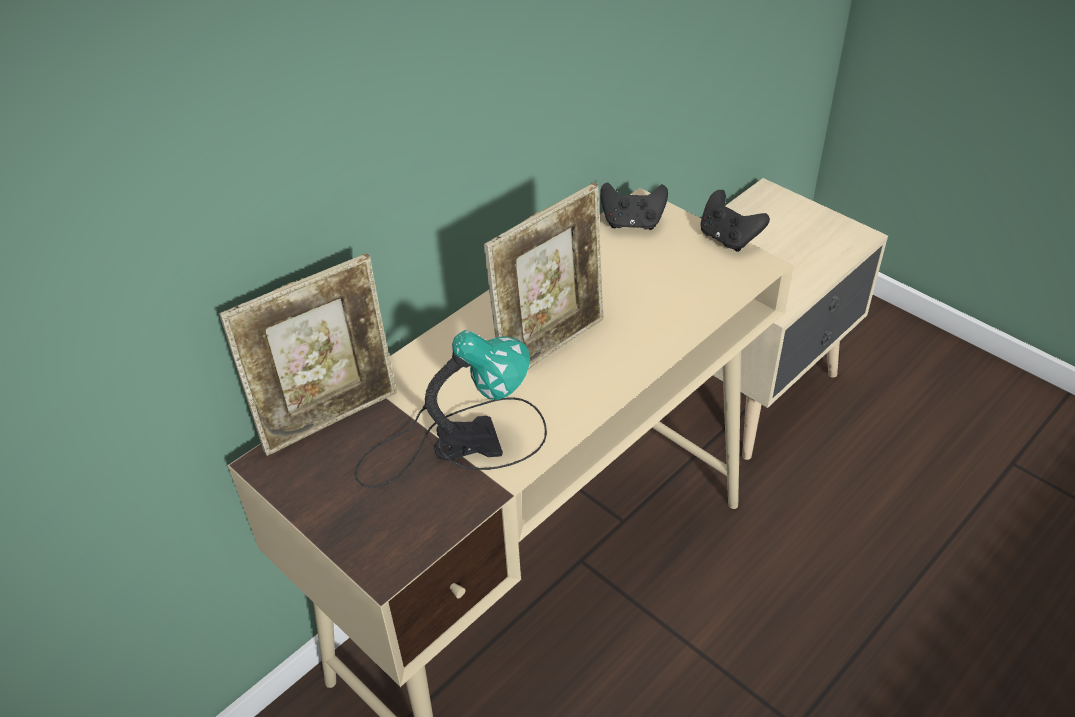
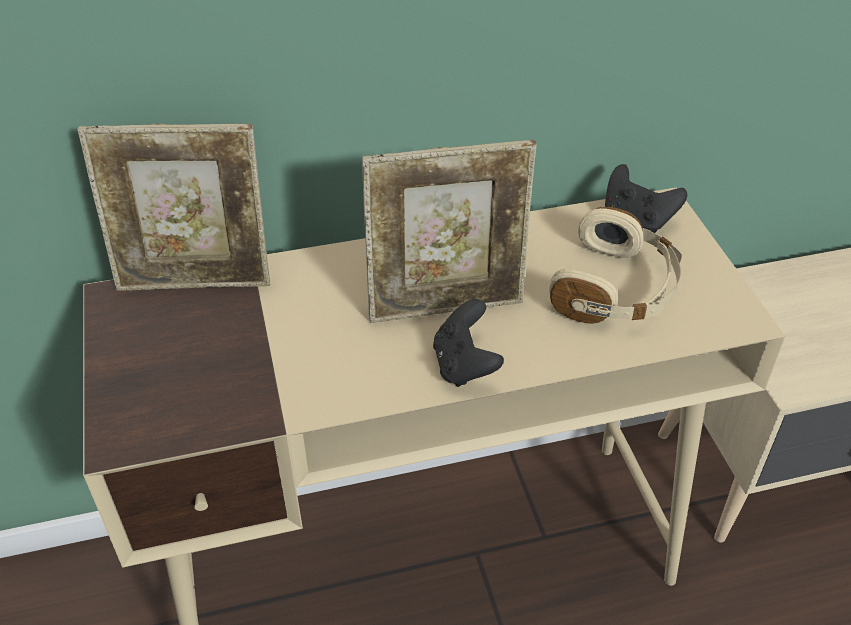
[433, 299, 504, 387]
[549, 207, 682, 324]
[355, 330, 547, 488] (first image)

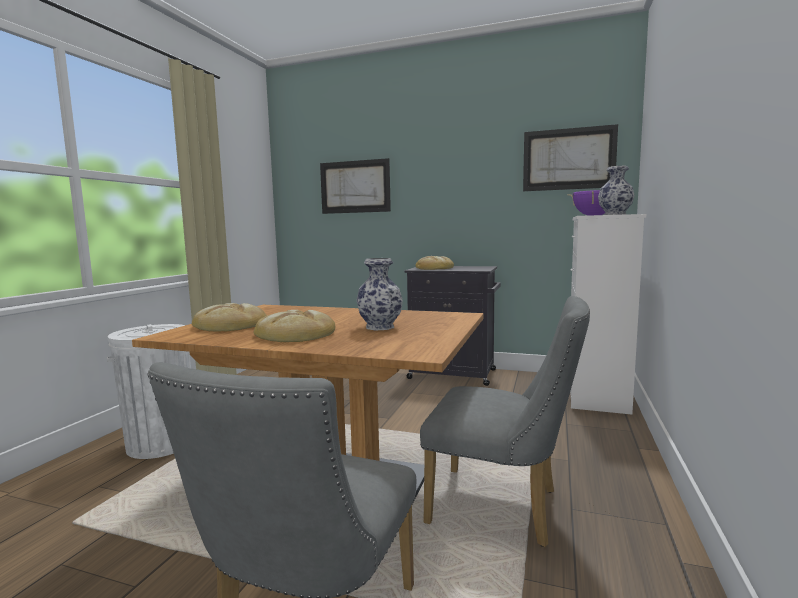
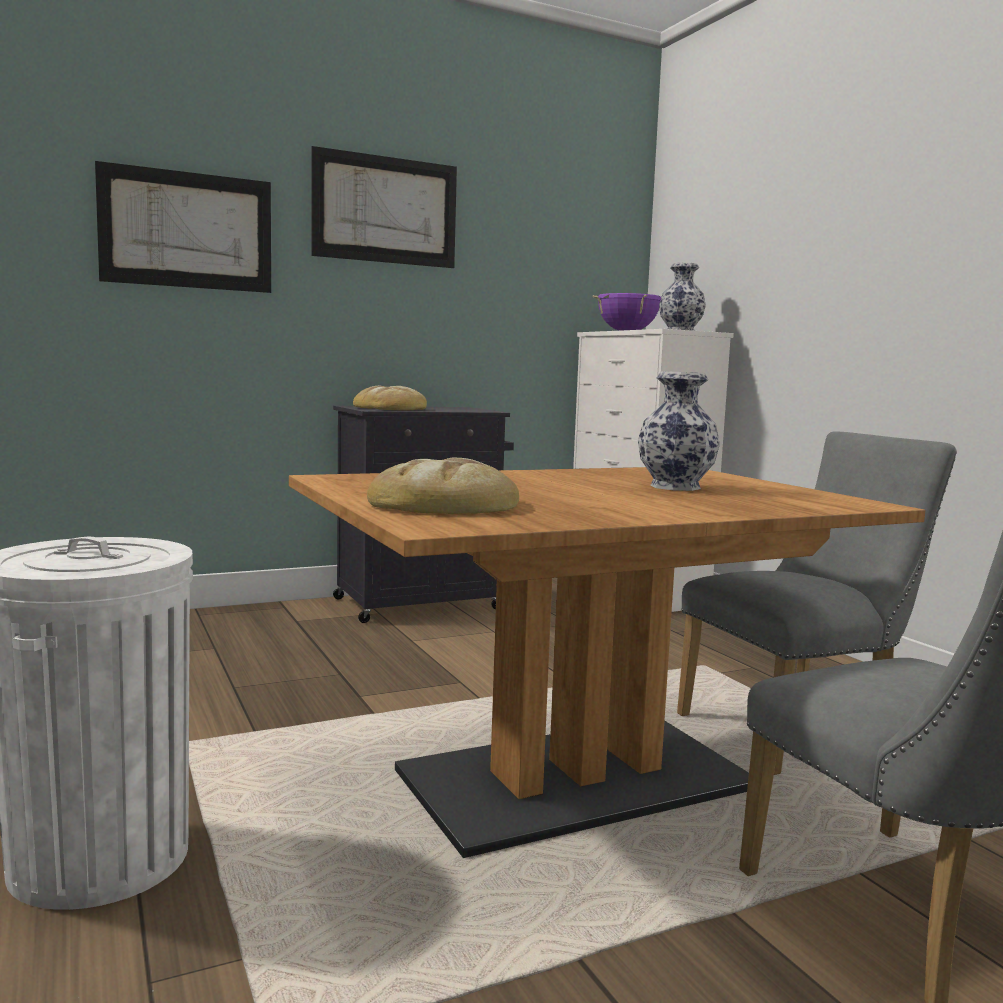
[311, 146, 457, 268]
[254, 310, 335, 342] (first image)

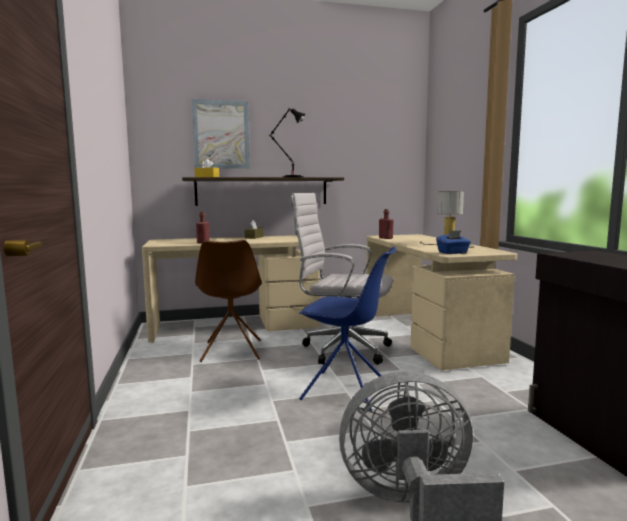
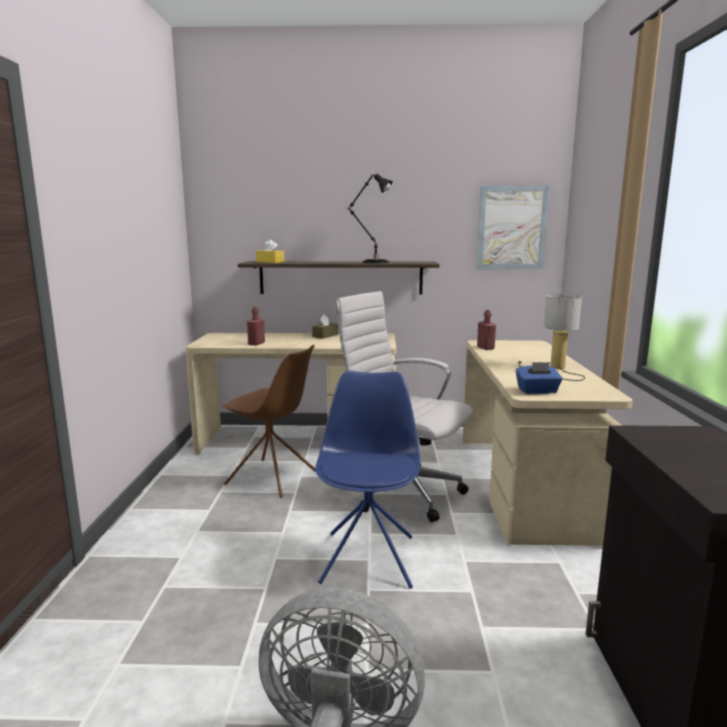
[222, 345, 315, 498]
[315, 371, 420, 589]
[476, 185, 550, 269]

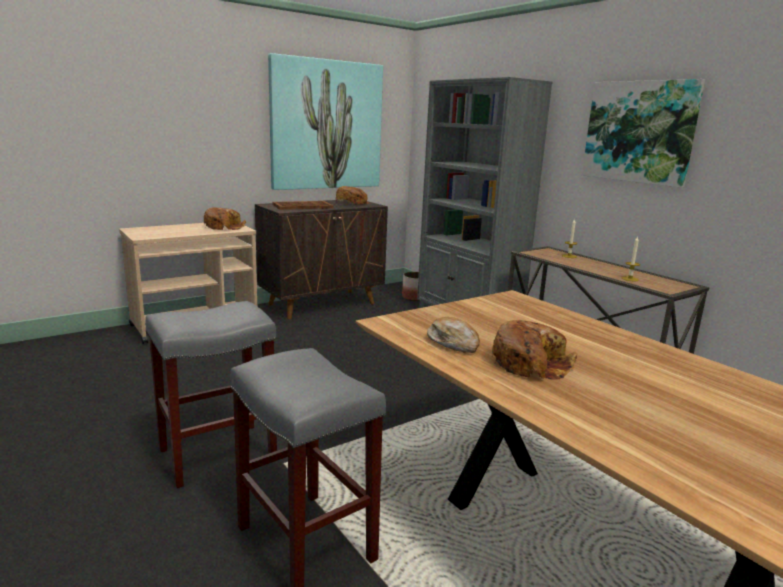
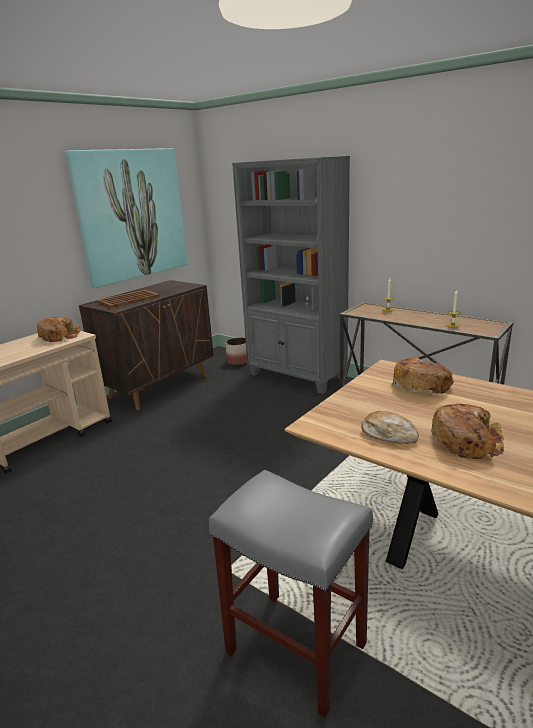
[391, 357, 454, 394]
[145, 301, 277, 488] (first image)
[582, 79, 705, 188] (first image)

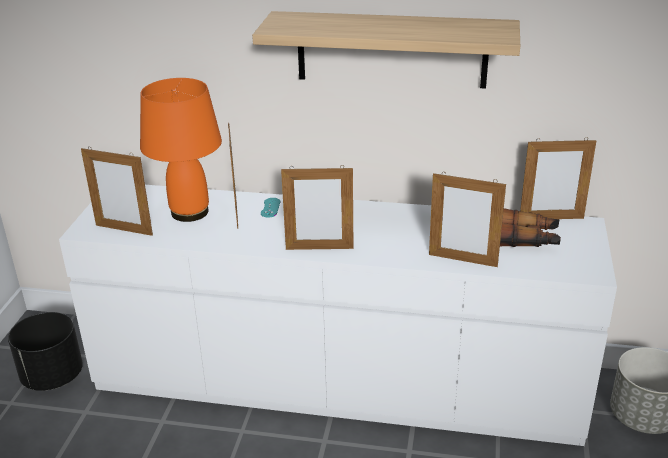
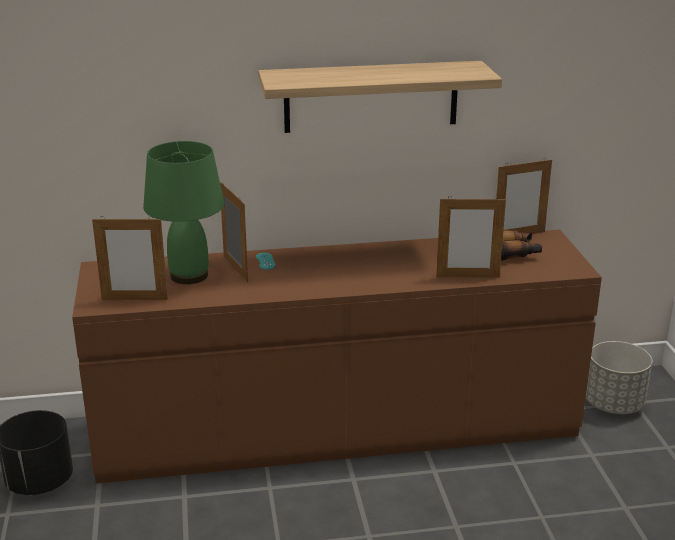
[72, 230, 602, 484]
[143, 141, 224, 284]
[281, 165, 354, 250] (first image)

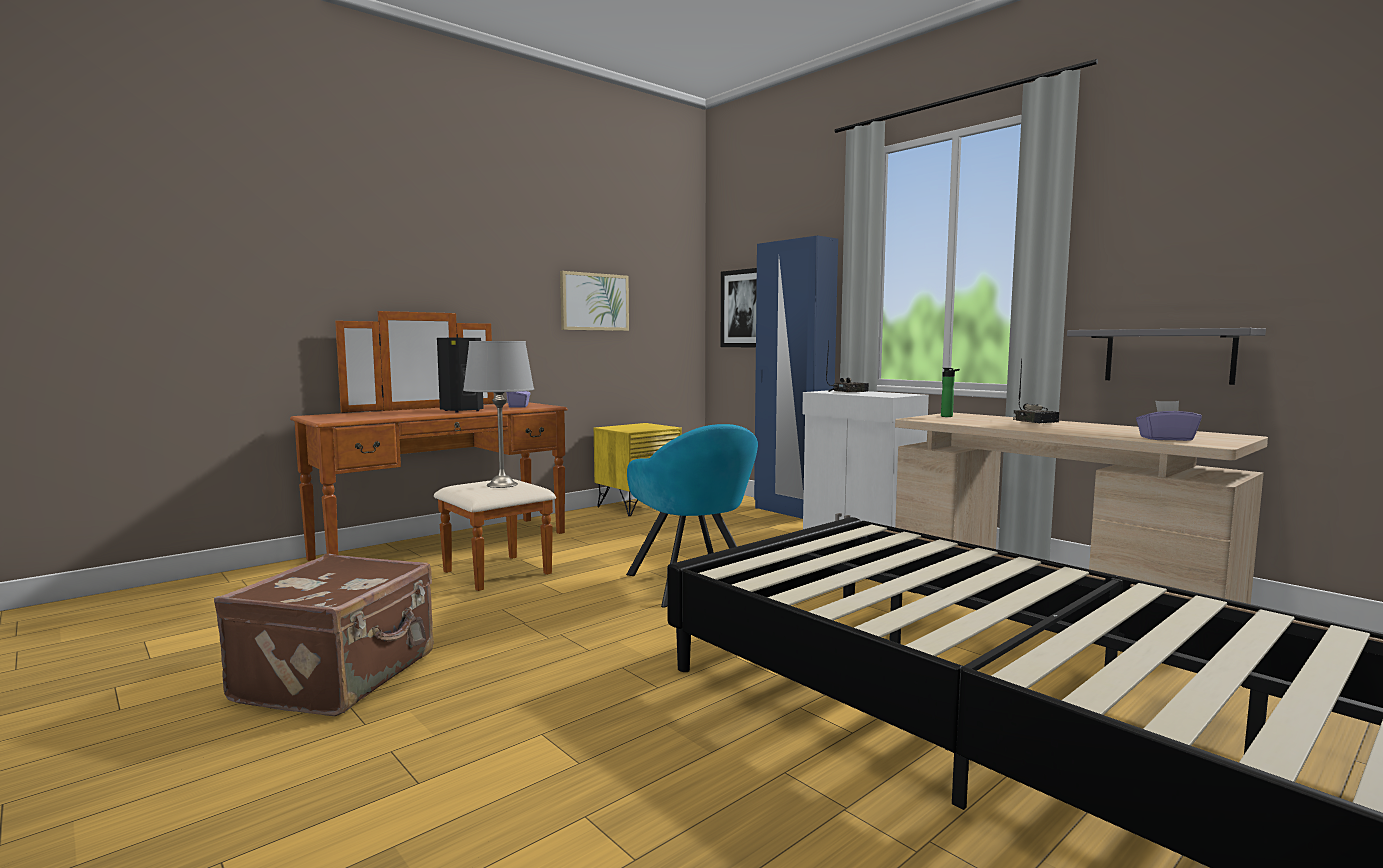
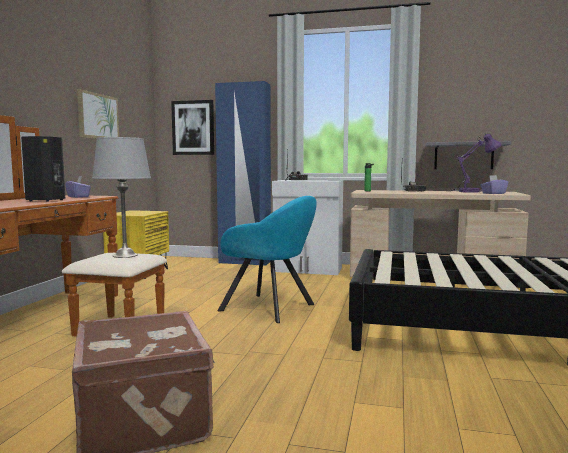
[449, 133, 501, 193]

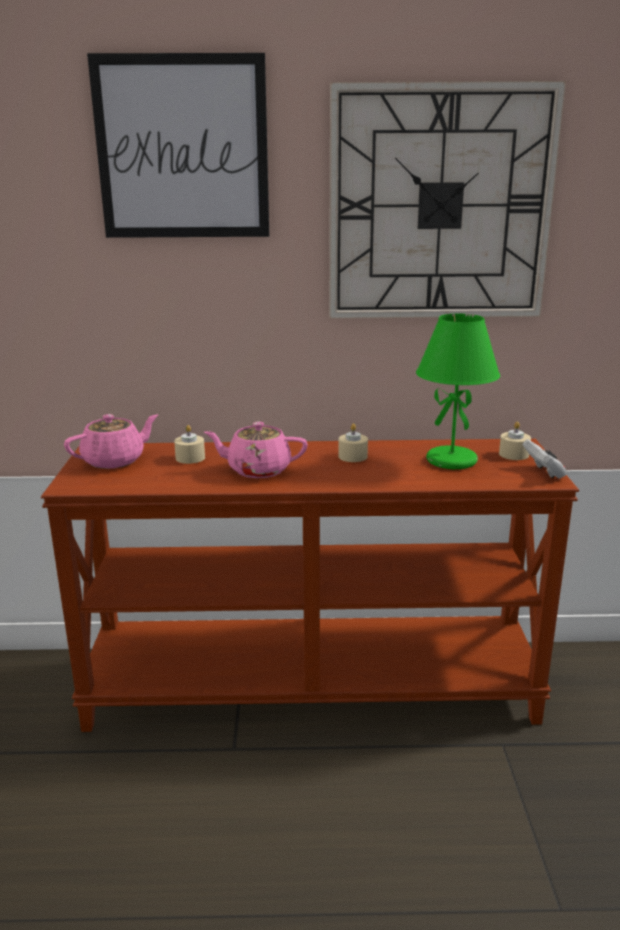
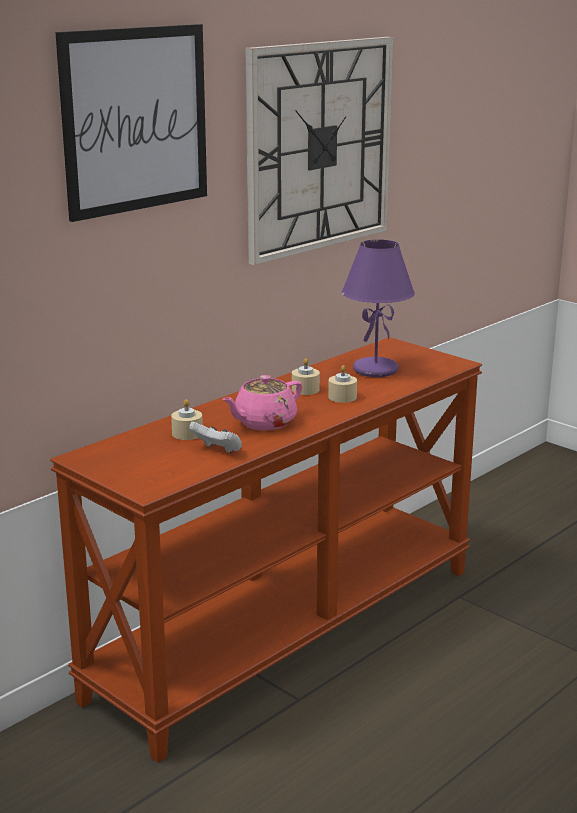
[189, 421, 242, 453]
[328, 365, 357, 403]
[342, 239, 415, 377]
[64, 414, 158, 469] (first image)

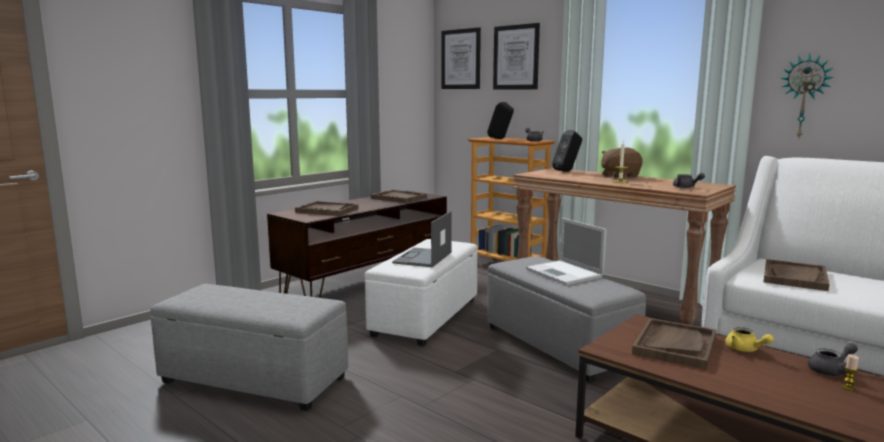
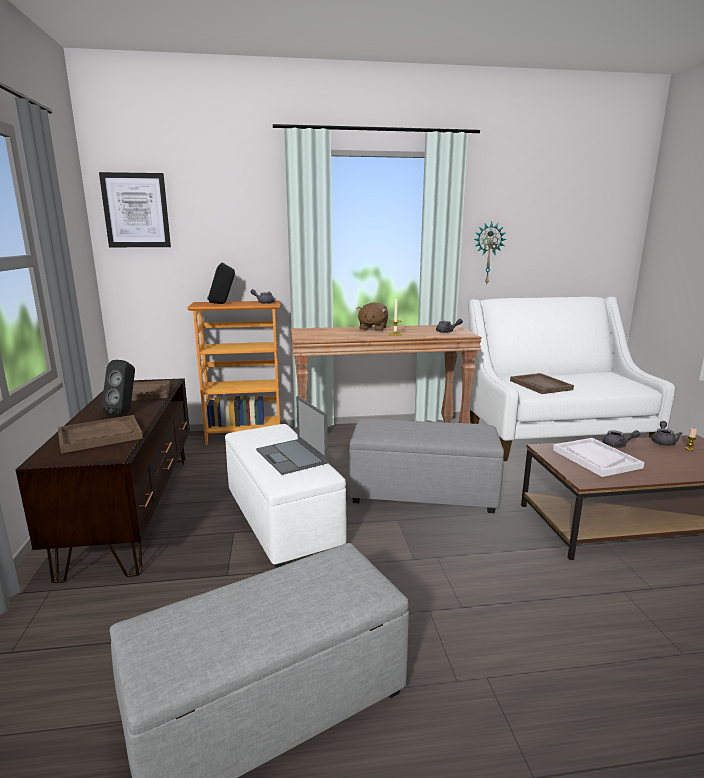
[102, 360, 135, 416]
[553, 438, 645, 477]
[602, 430, 640, 448]
[493, 23, 540, 90] (first image)
[526, 218, 607, 285] (first image)

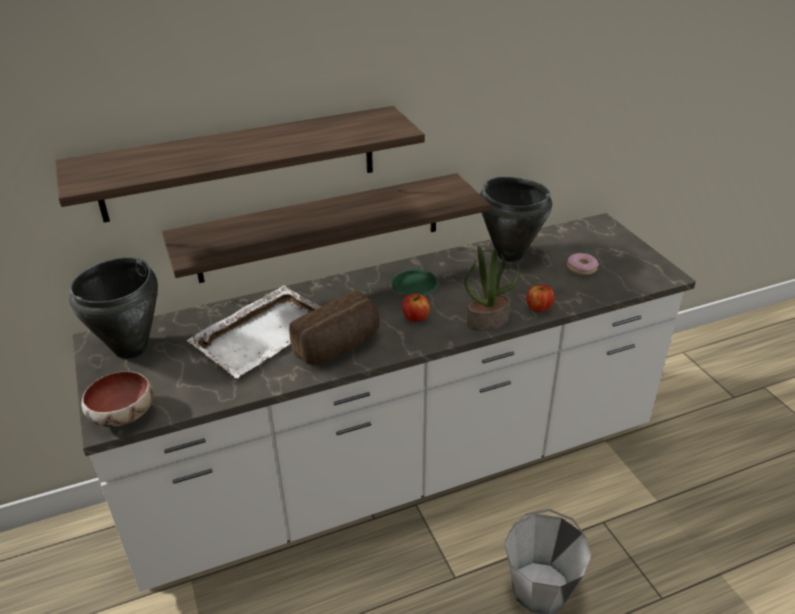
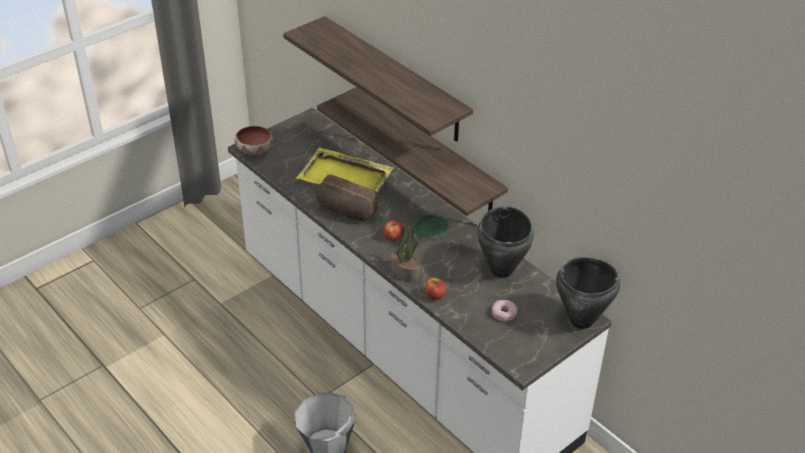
[296, 148, 394, 192]
[556, 257, 620, 329]

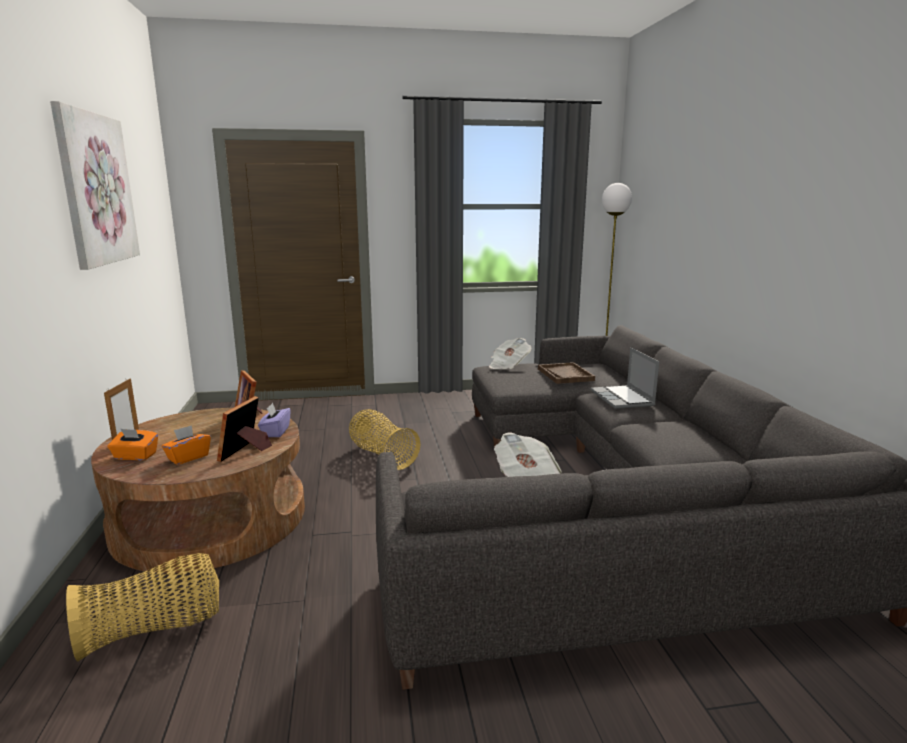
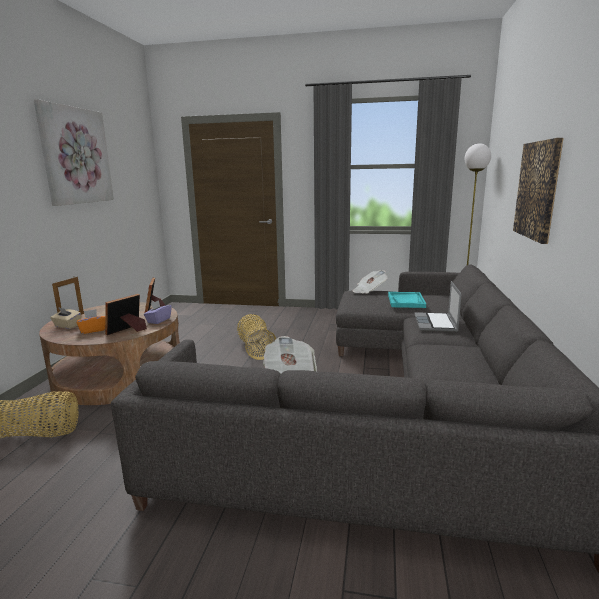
[50, 307, 81, 329]
[388, 292, 426, 308]
[513, 138, 564, 244]

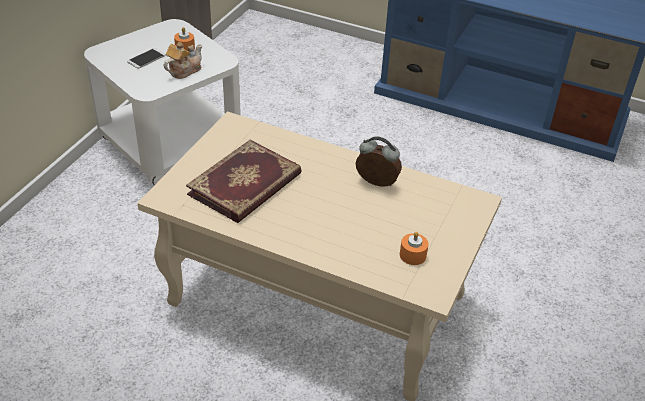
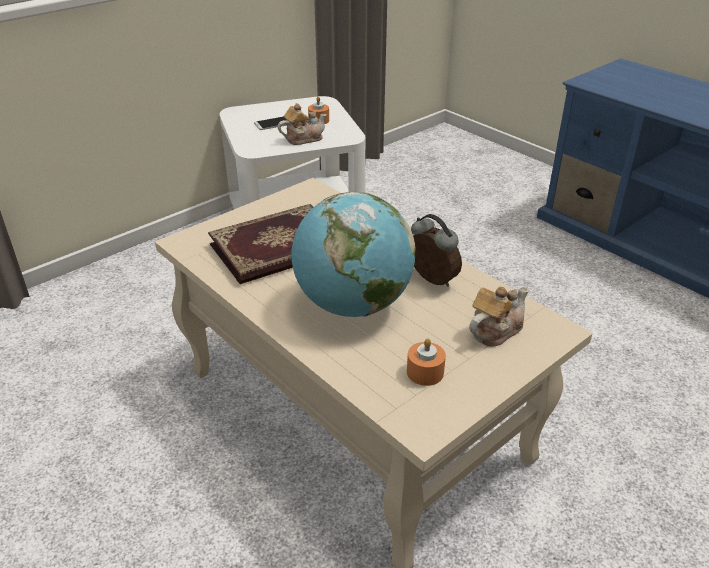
[292, 192, 416, 317]
[469, 286, 529, 347]

